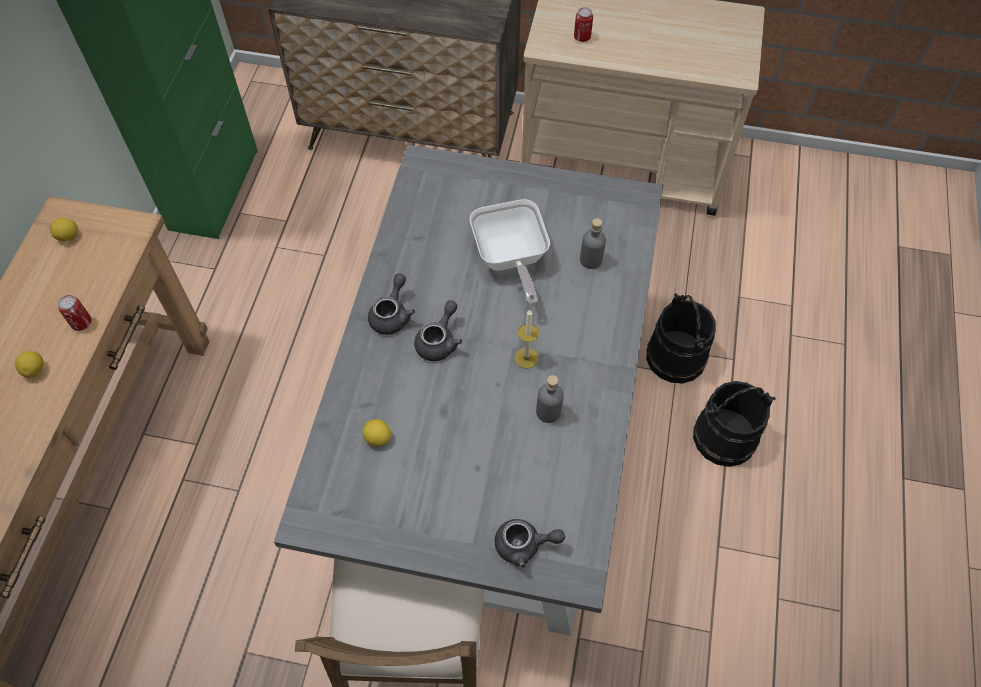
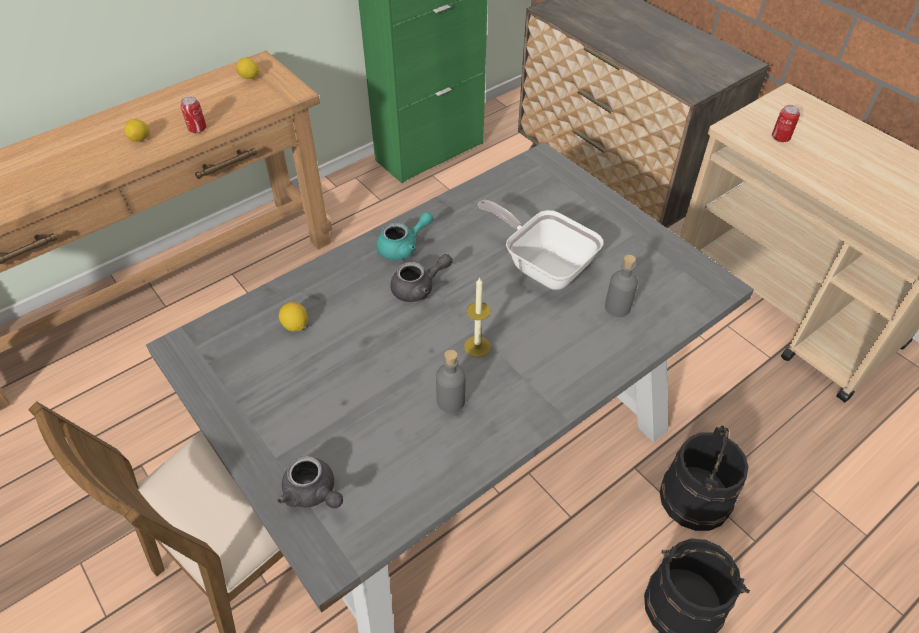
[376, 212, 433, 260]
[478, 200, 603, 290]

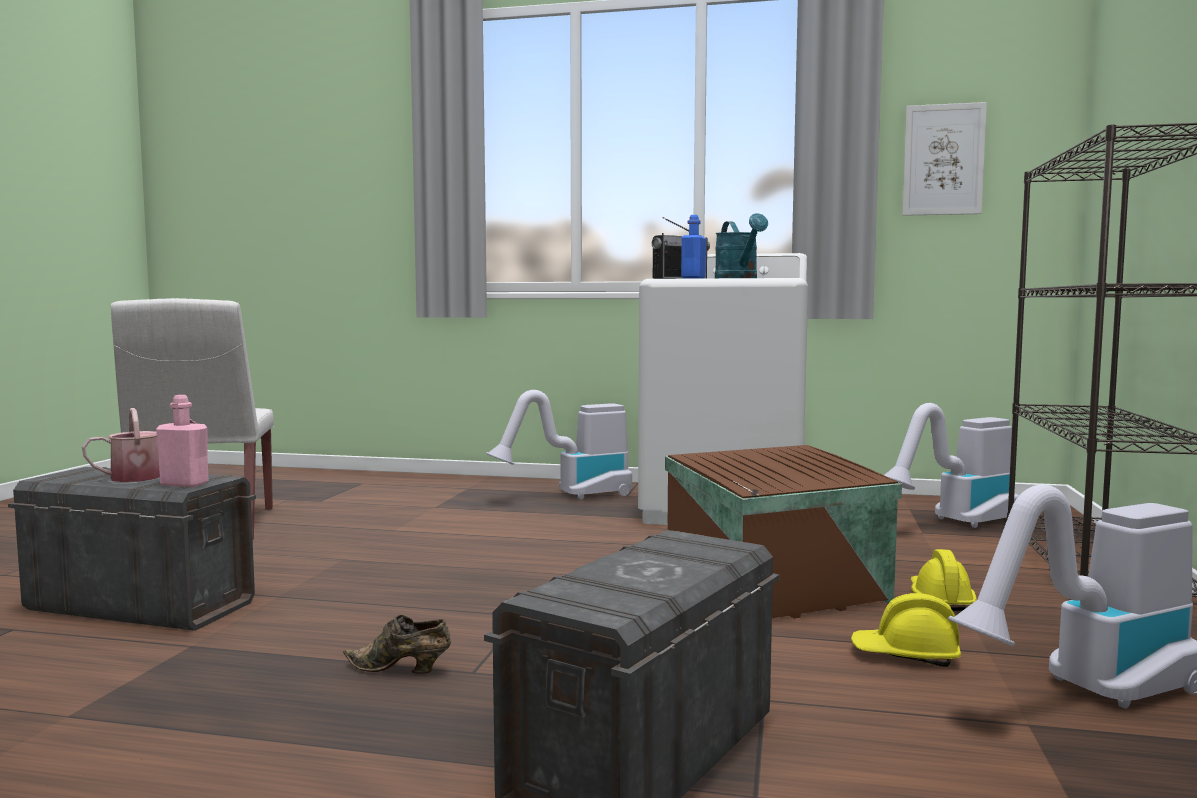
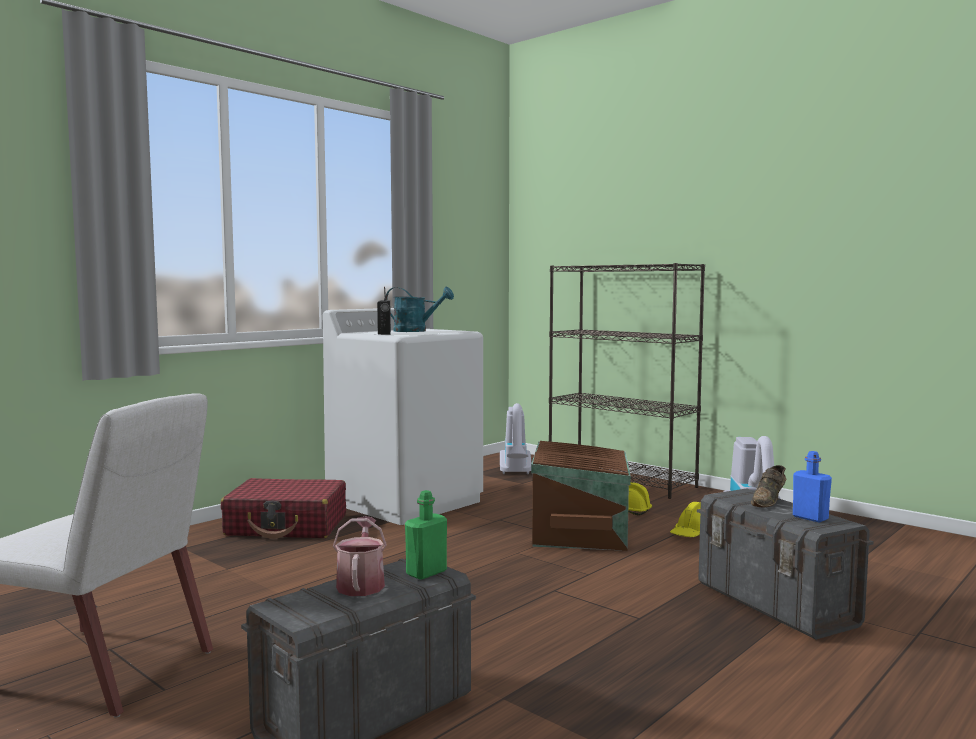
[220, 478, 346, 539]
[405, 490, 447, 580]
[751, 465, 786, 507]
[793, 451, 832, 522]
[902, 102, 987, 216] (first image)

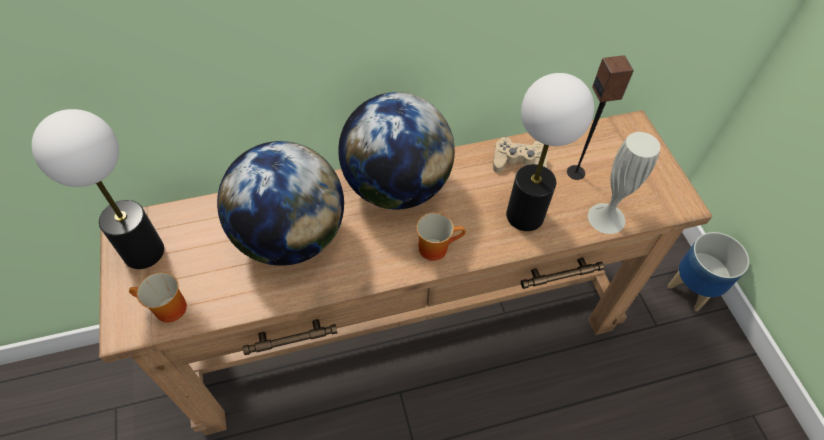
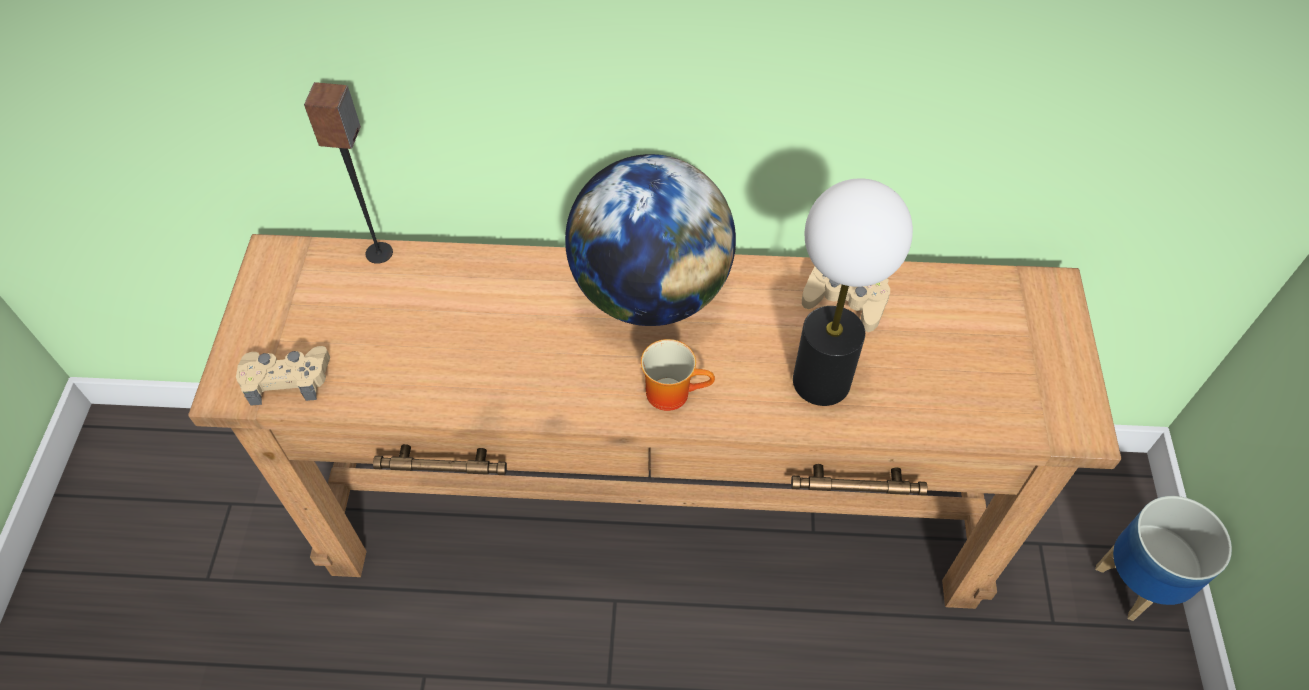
[236, 346, 330, 406]
[304, 82, 393, 264]
[32, 109, 164, 269] (first image)
[217, 141, 344, 266] (first image)
[588, 132, 661, 234] (first image)

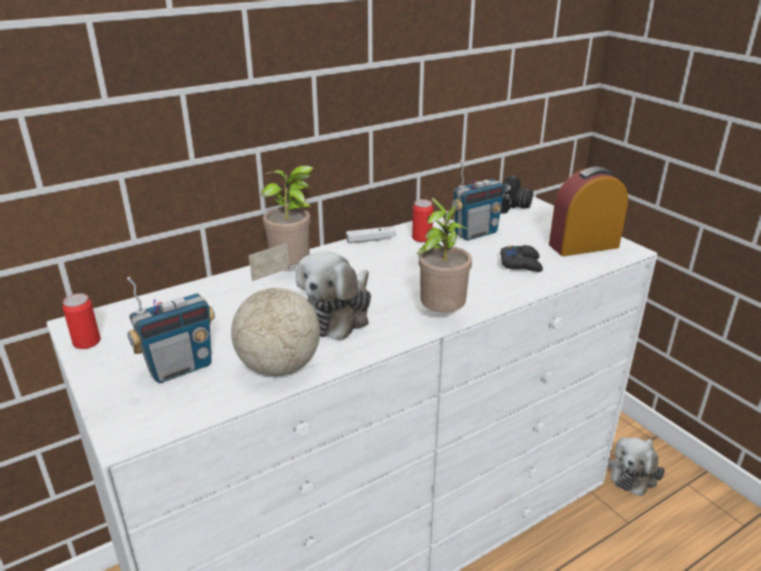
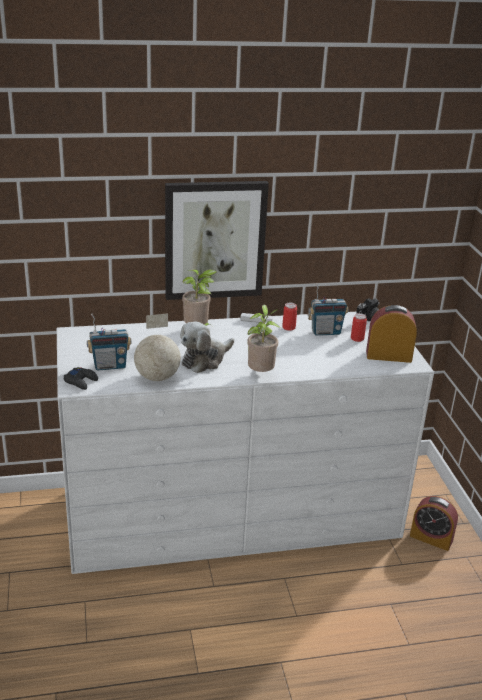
[63, 367, 98, 390]
[165, 181, 269, 300]
[351, 313, 367, 342]
[410, 496, 458, 551]

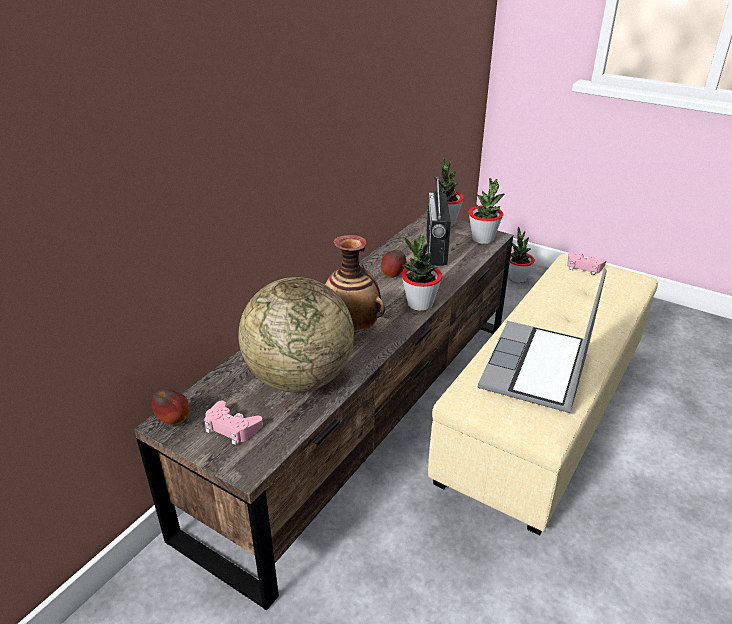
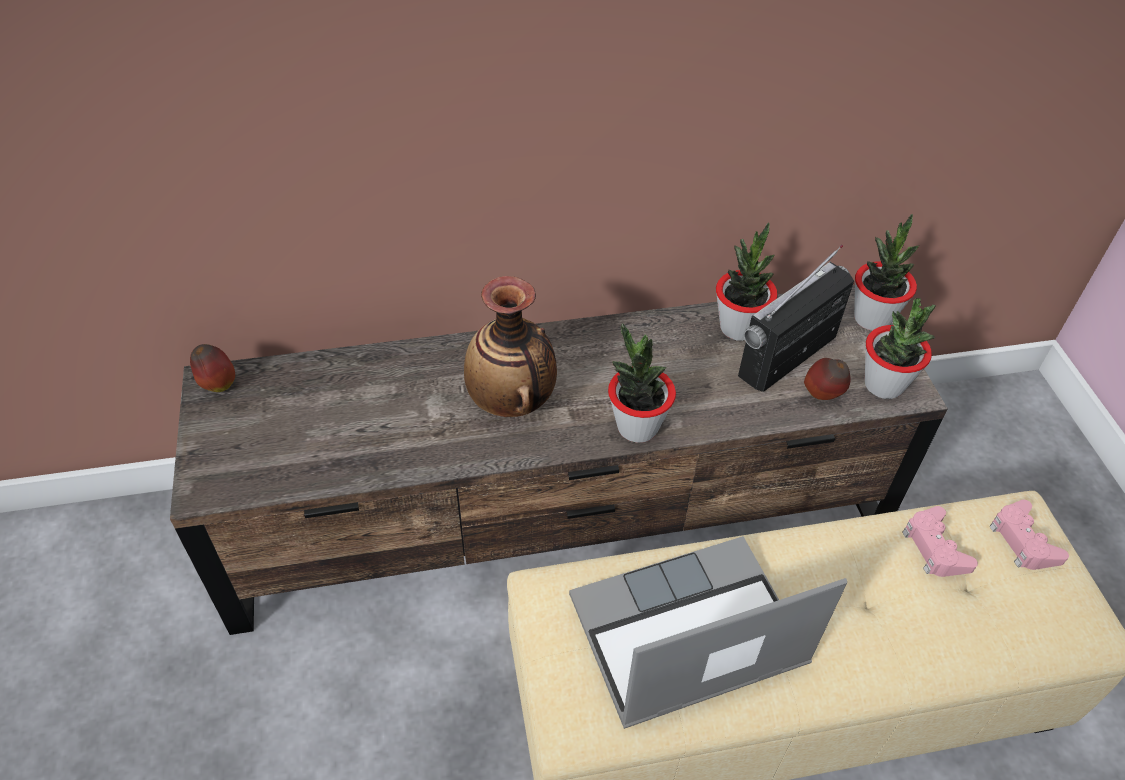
[716, 222, 778, 341]
[804, 358, 851, 400]
[902, 506, 978, 577]
[238, 277, 354, 393] (first image)

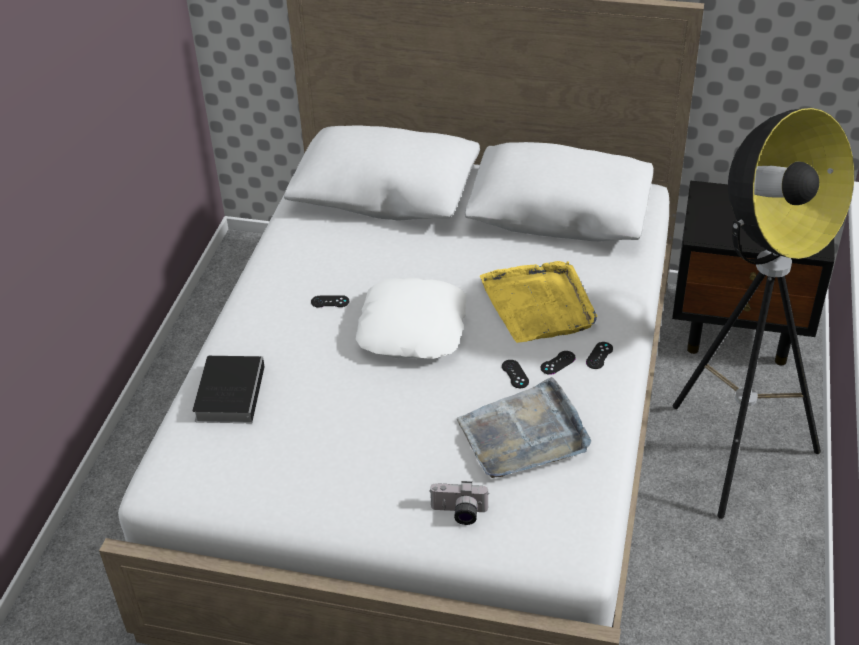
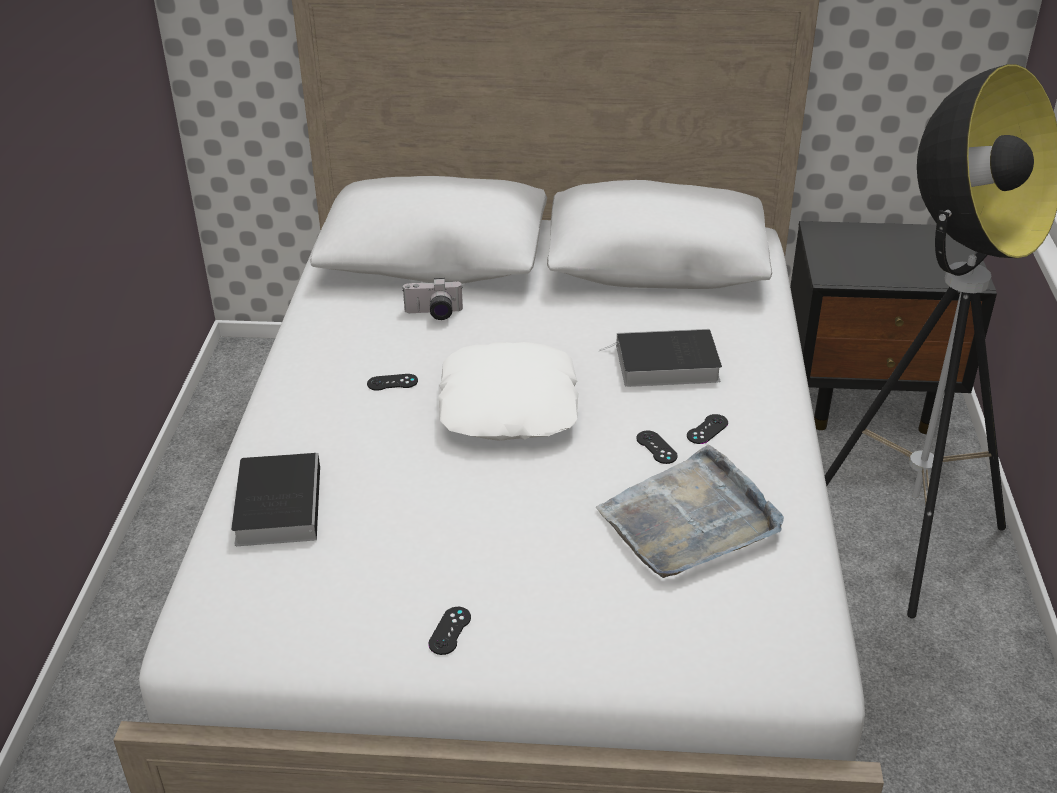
[402, 278, 463, 320]
[428, 607, 471, 655]
[600, 329, 722, 387]

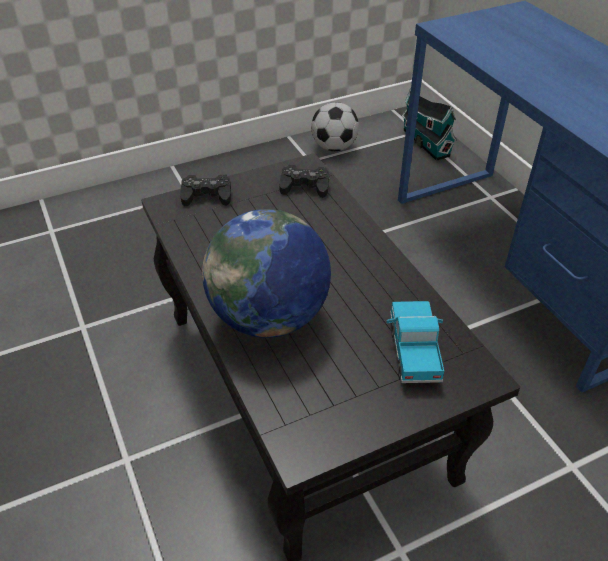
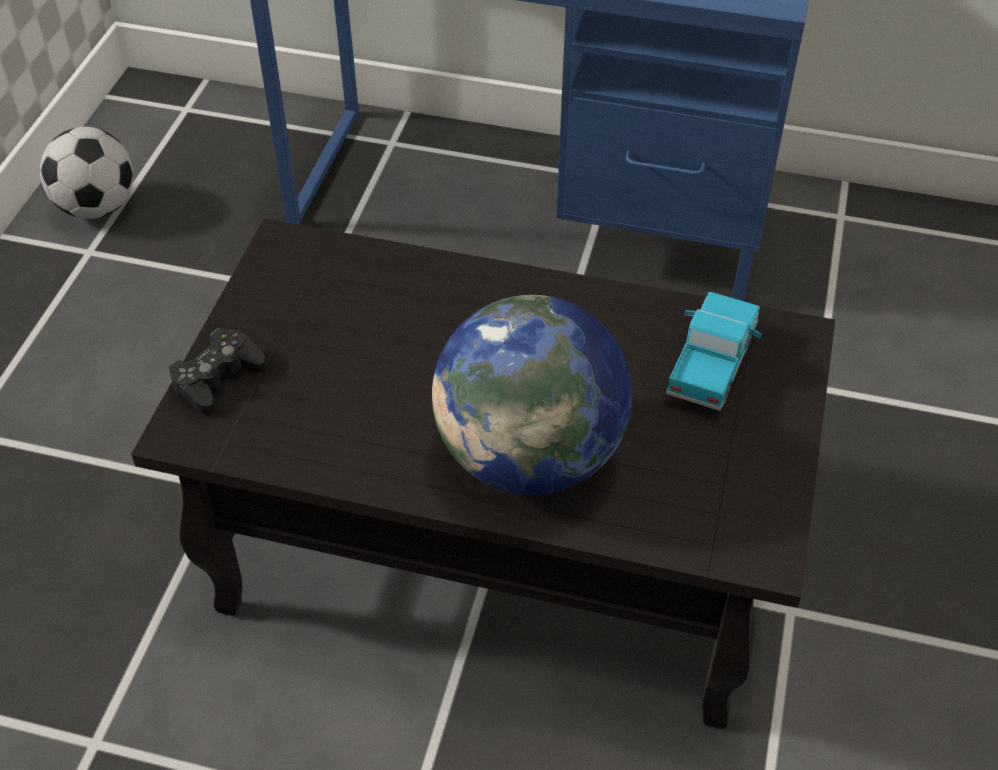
[666, 292, 762, 411]
[279, 164, 329, 198] (first image)
[402, 89, 457, 161] (first image)

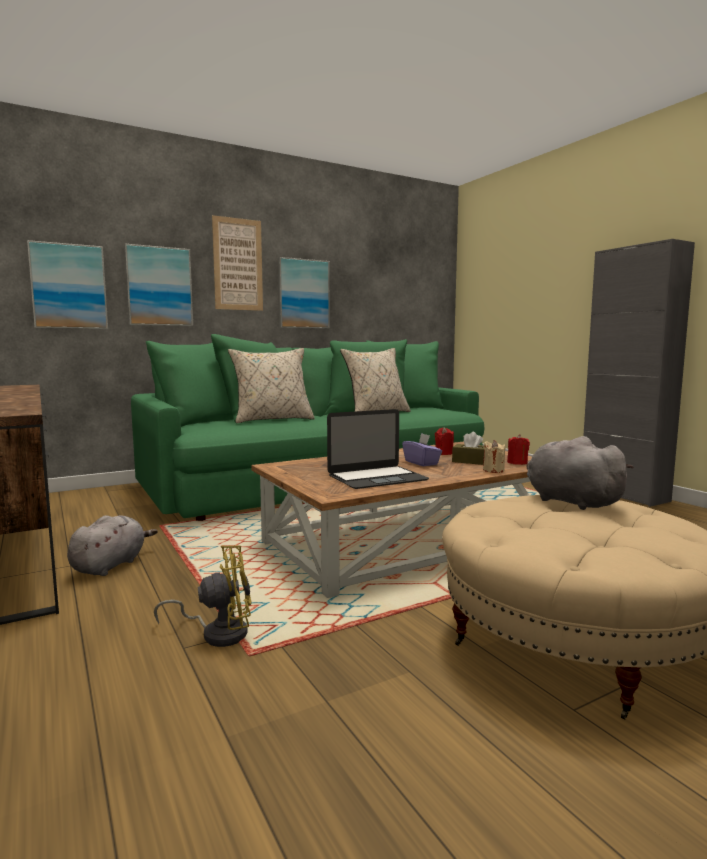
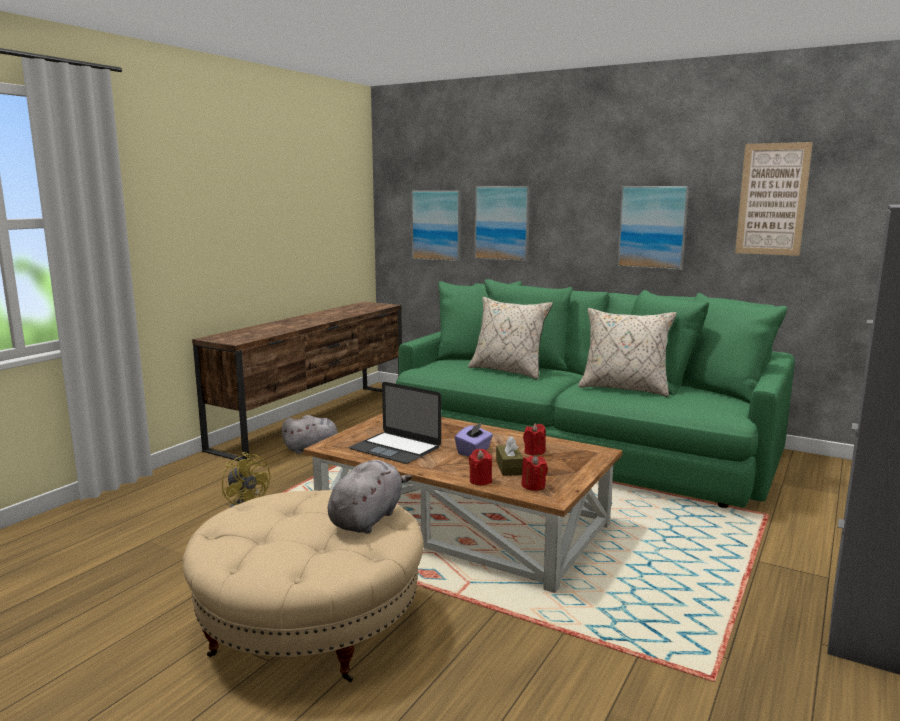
[469, 449, 492, 485]
[735, 142, 813, 256]

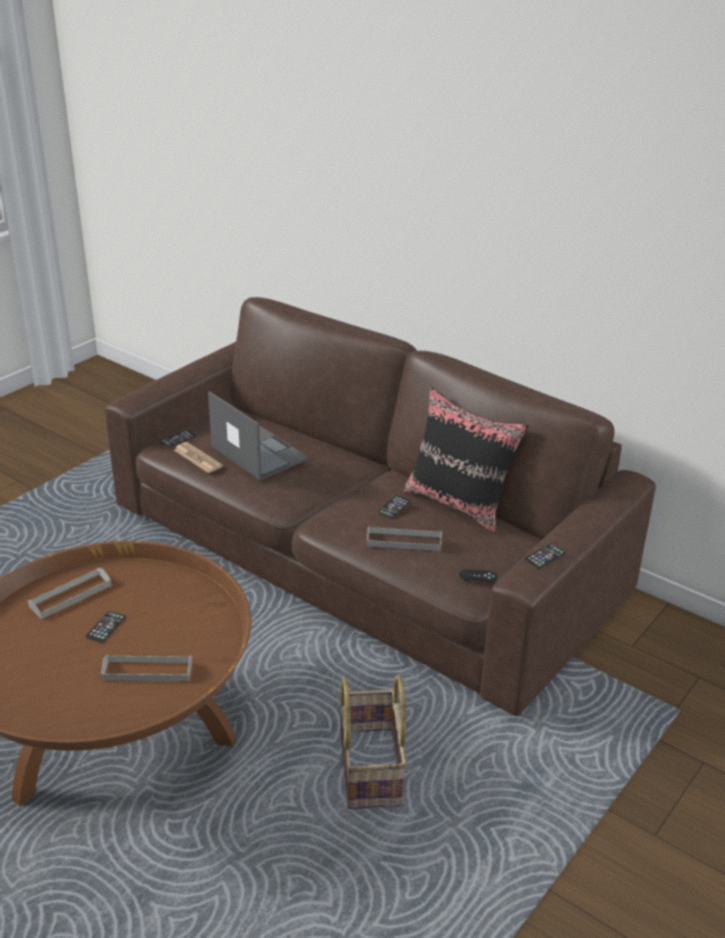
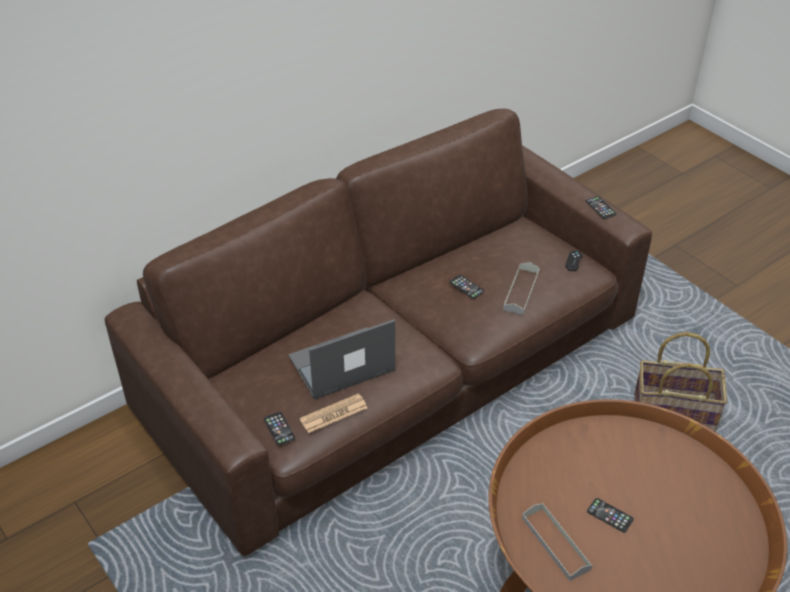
[101, 655, 192, 681] (first image)
[404, 387, 528, 533] (first image)

